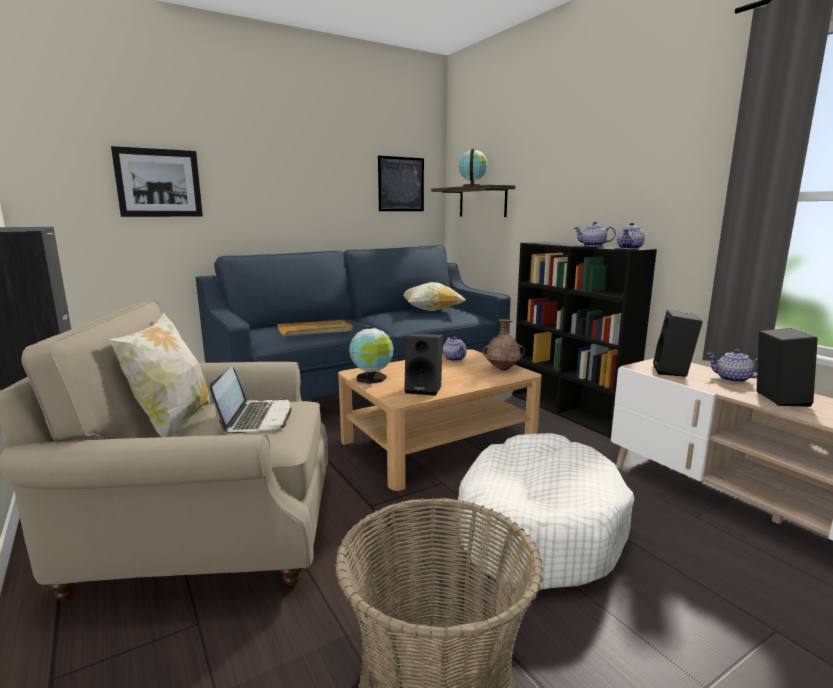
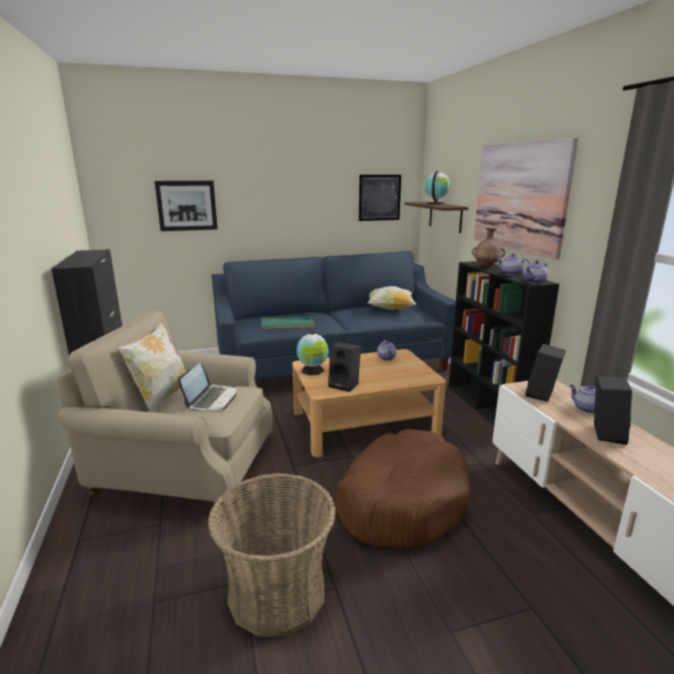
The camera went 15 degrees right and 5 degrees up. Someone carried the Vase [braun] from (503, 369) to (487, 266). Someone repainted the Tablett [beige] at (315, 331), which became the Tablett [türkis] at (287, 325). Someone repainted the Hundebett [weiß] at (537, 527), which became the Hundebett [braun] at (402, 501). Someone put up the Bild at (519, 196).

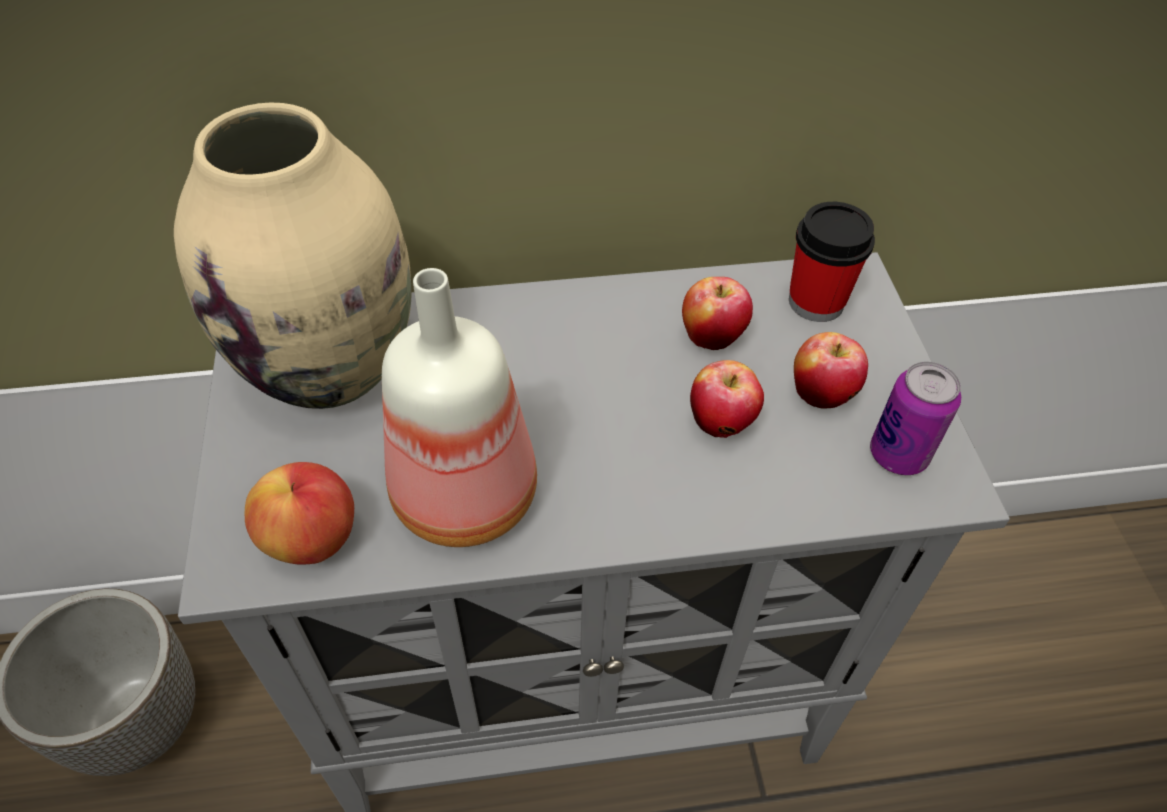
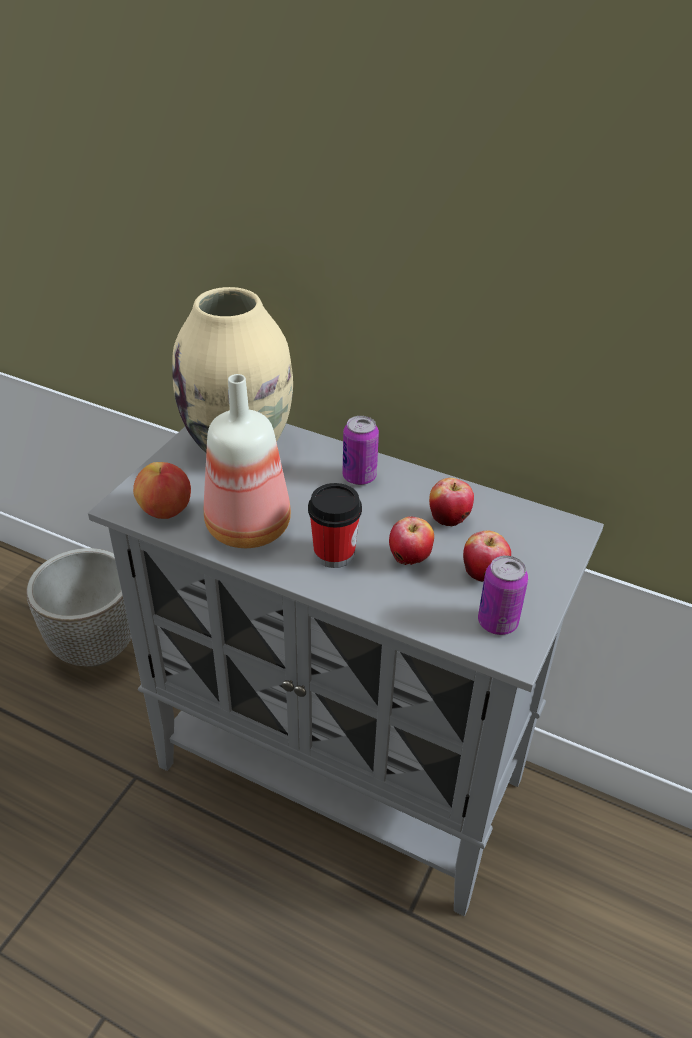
The camera went 35 degrees right and 10 degrees down. Someone carried the Tasse from (816, 302) to (334, 554). Someone put down the Dose at (359, 477).

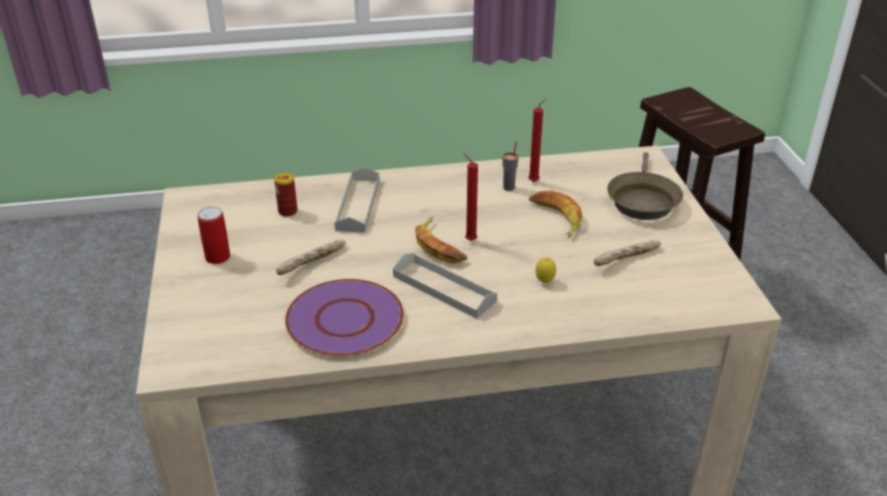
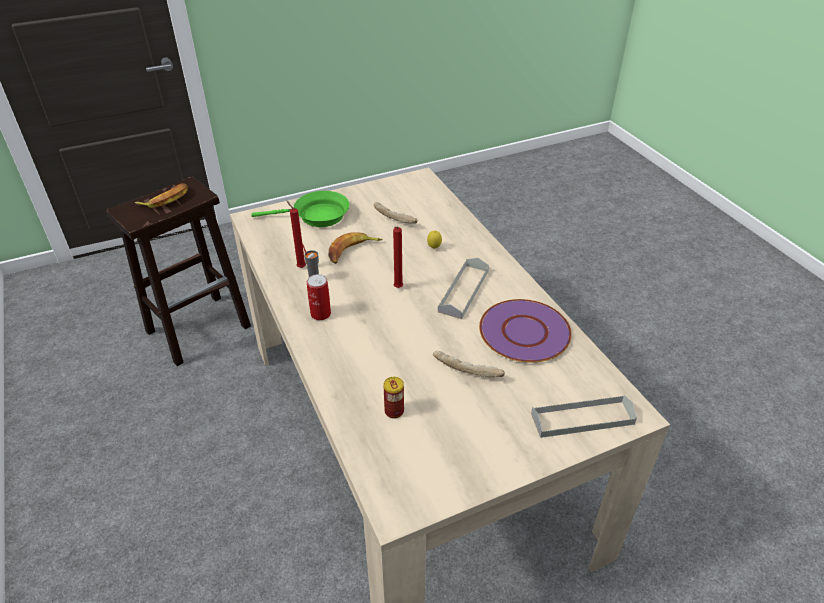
The camera went 105 degrees left and 5 degrees up. Someone repainted the Pfanne [braun] at (642, 200), which became the Pfanne [grün] at (316, 216). Someone carried the Tablett [grau] from (358, 205) to (582, 419). Someone carried the Dose from (217, 257) to (320, 314). Someone carried the Banane from (440, 246) to (165, 199).

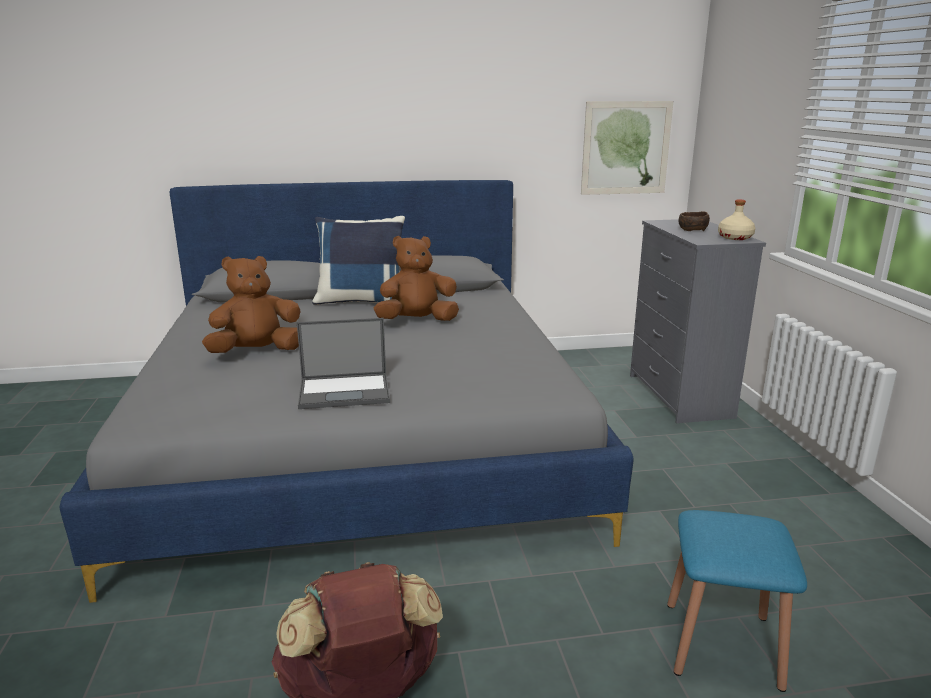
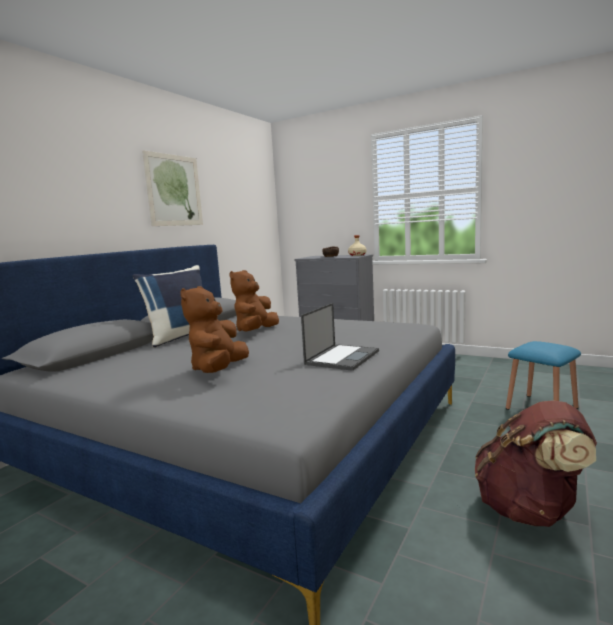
The camera went 50 degrees left and 10 degrees down. Someone carried the Bild from (626, 148) to (174, 190).

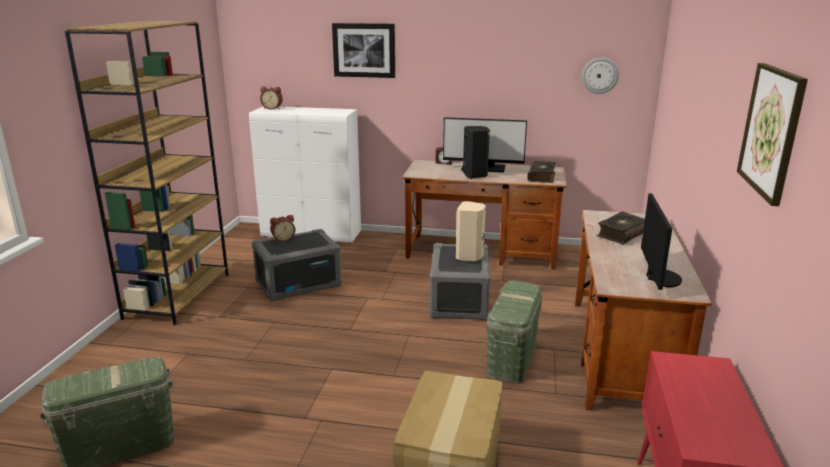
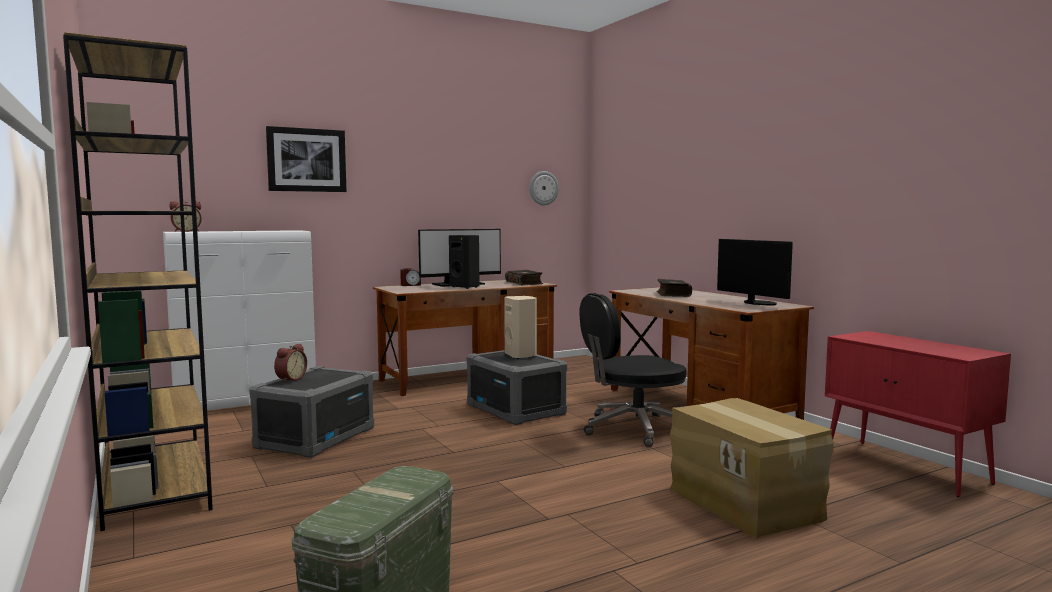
The camera went 40 degrees left and 15 degrees down. Someone took away the Bild at (771, 131). Someone swapped the Aufbewahrungsbox [grün] at (511, 358) for the Bürostuhl [schwarz] at (633, 429).

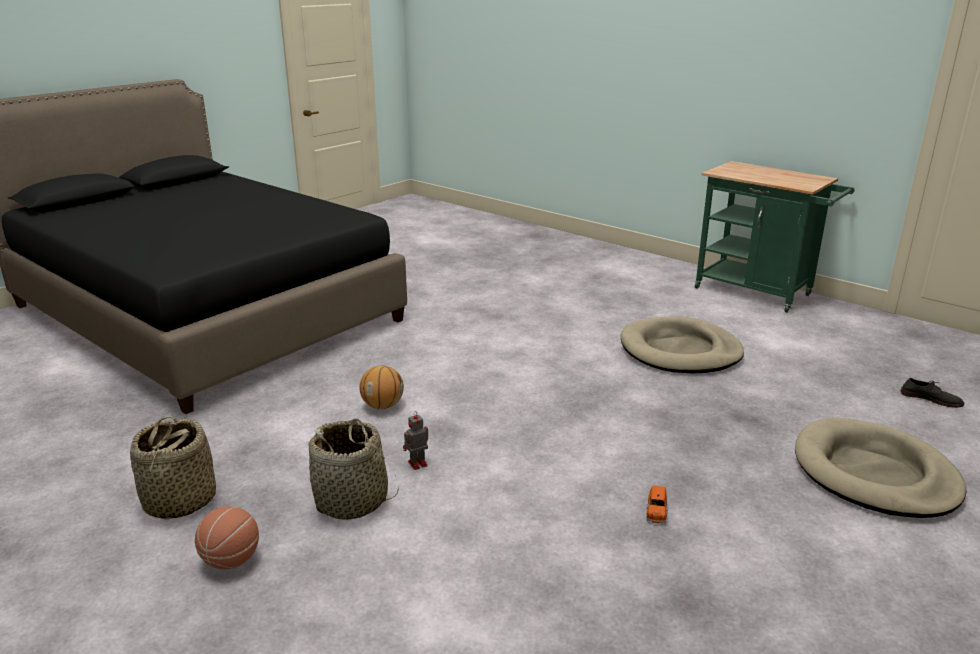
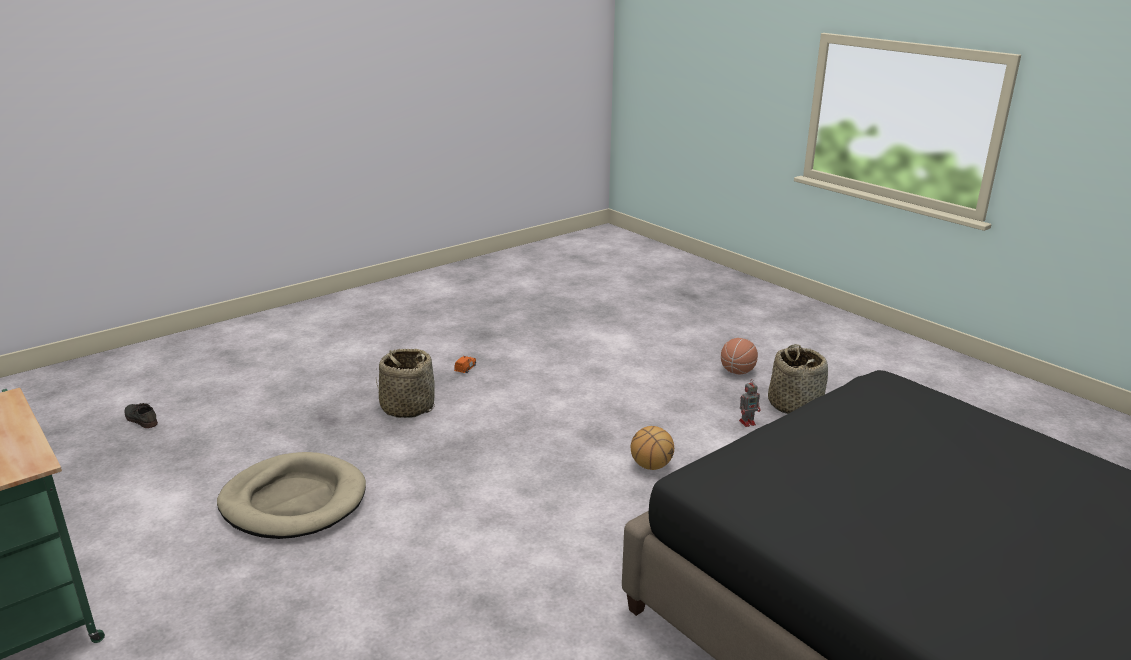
The camera went 170 degrees left and 0 degrees up. Someone carried the Spielzeugroboter from (416, 464) to (748, 422). Someone took away the Hundebett [beige] at (874, 474). Someone carried the Korb from (352, 501) to (407, 407).

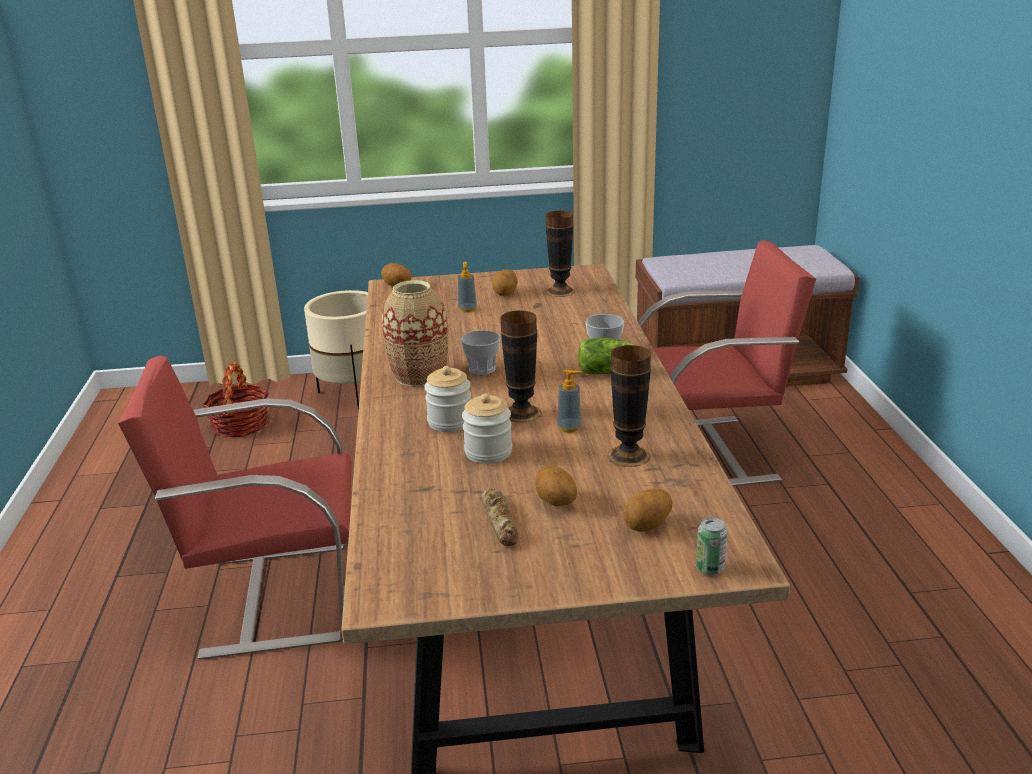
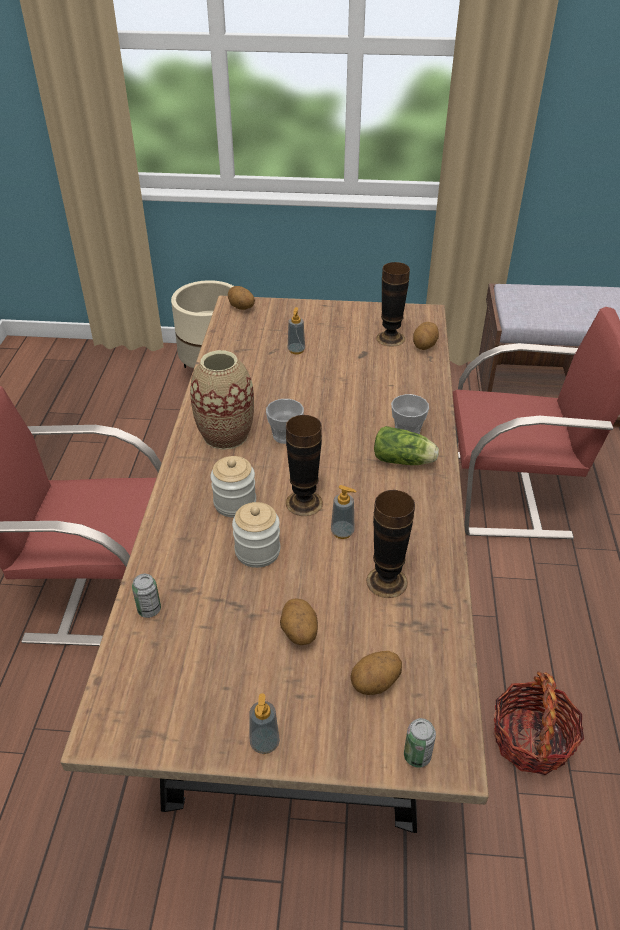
The camera went 10 degrees right and 15 degrees up. Someone carried the Kartoffel from (505, 294) to (425, 346). Someone carried the Korb from (240, 425) to (531, 740). Someone took away the Brot at (500, 522). Someone put down the Dose at (149, 610). Someone put down the Seifenspender at (264, 743).

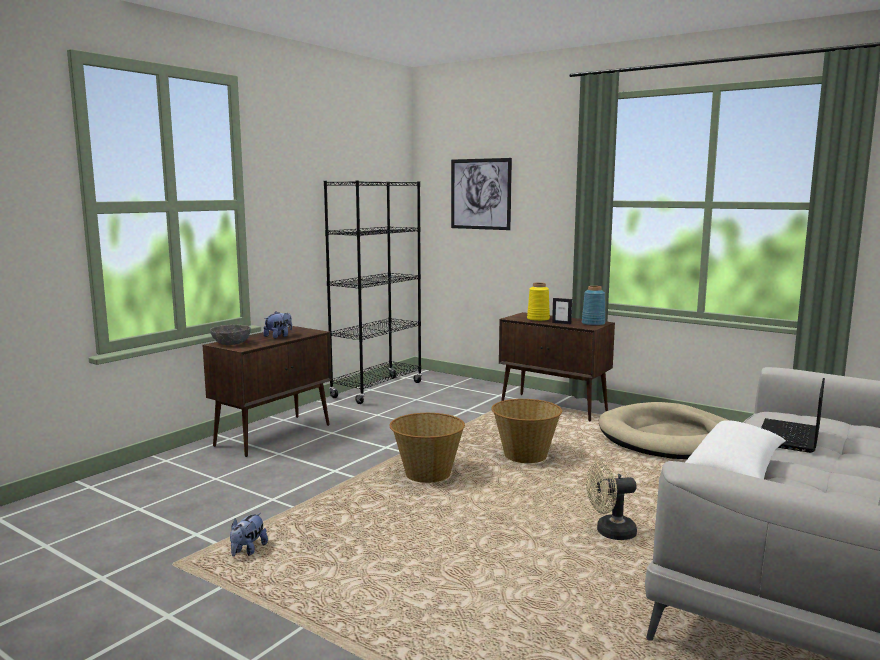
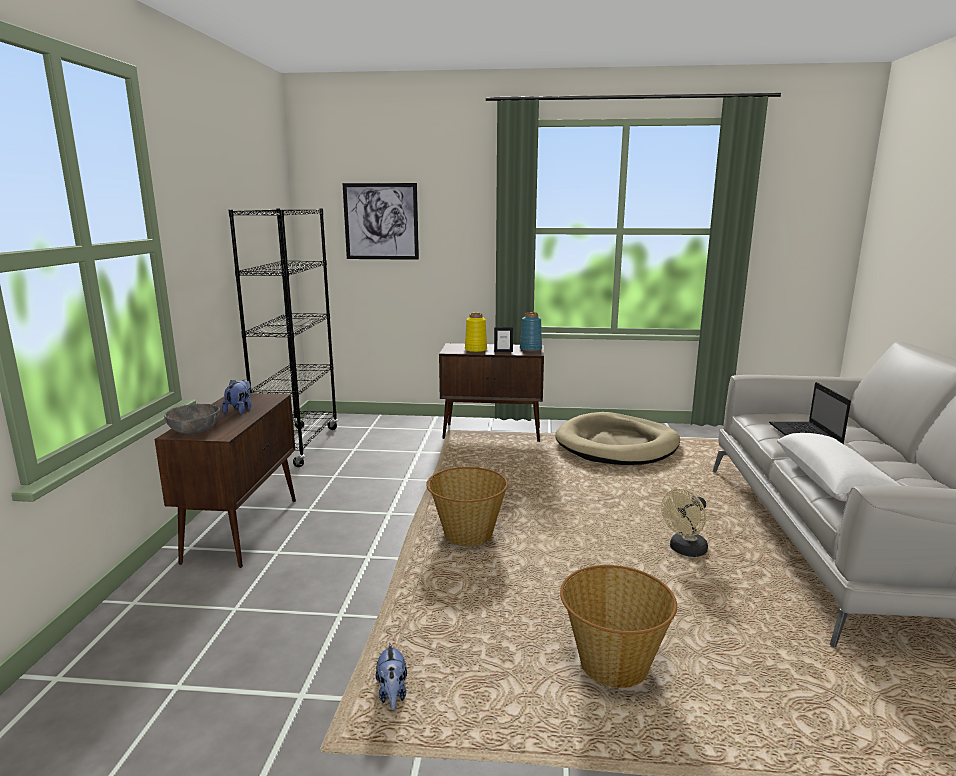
The camera went 30 degrees left and 5 degrees up. Someone carried the Korb from (525, 456) to (612, 664).

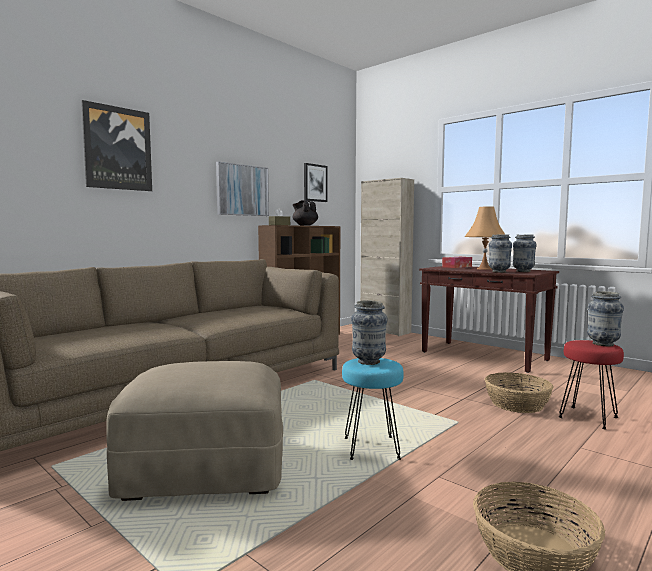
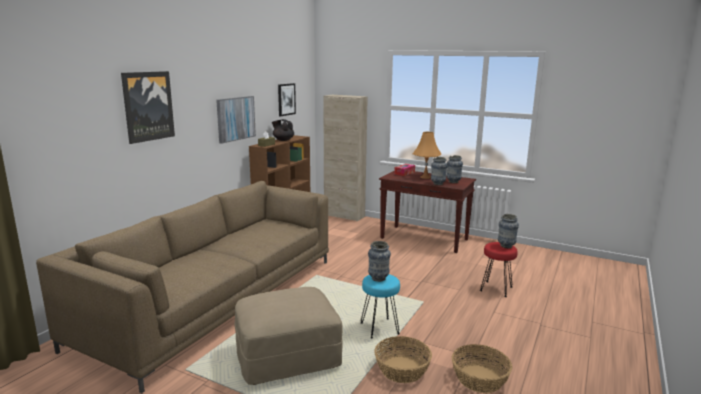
The camera went 15 degrees left and 10 degrees up. Someone carried the Korb from (516, 404) to (401, 369).

